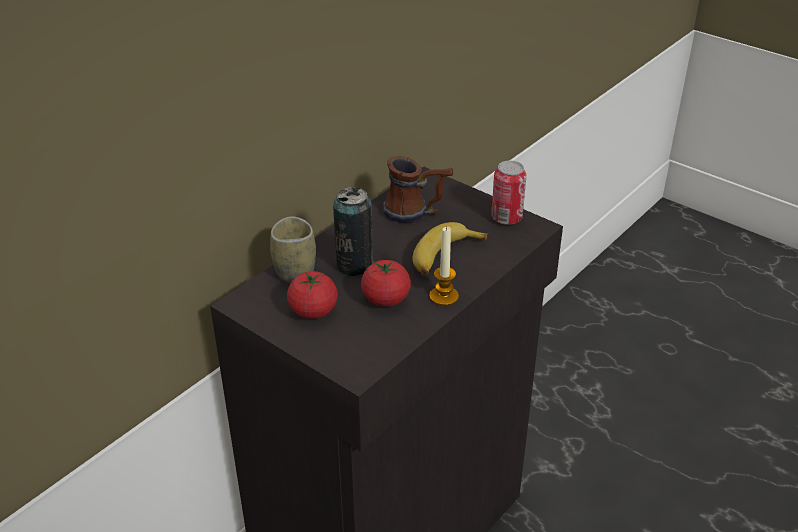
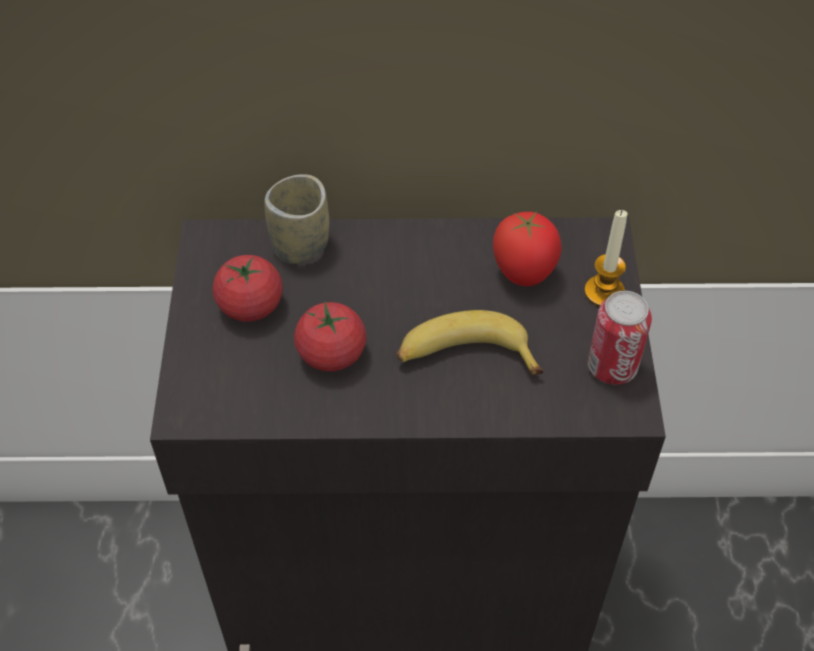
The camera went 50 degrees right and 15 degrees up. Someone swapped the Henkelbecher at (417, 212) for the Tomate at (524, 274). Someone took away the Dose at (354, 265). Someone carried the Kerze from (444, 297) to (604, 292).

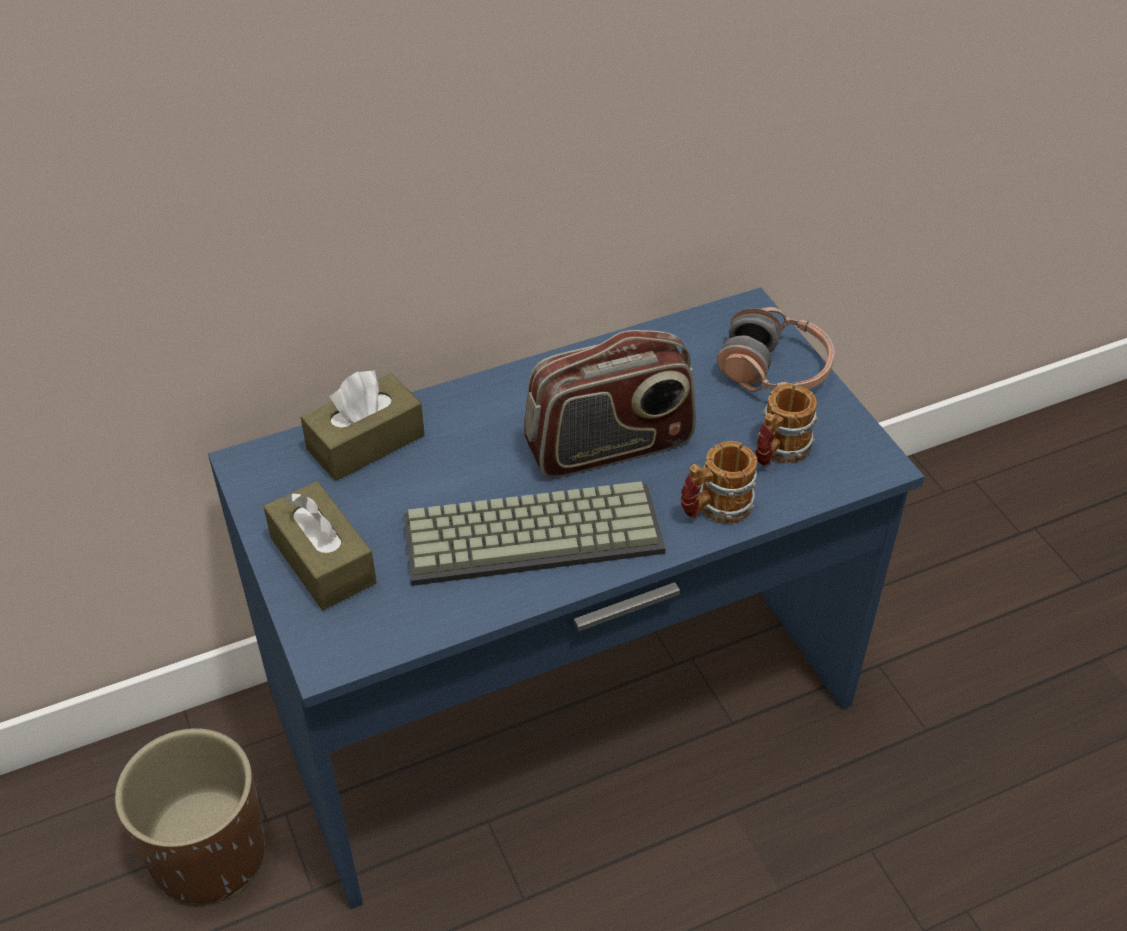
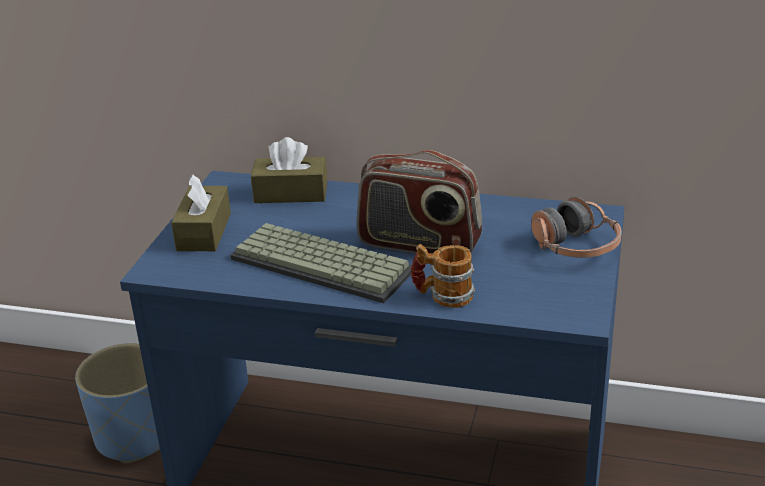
The camera went 40 degrees right and 15 degrees down. Someone took away the Henkelbecher at (778, 452). Someone repainted the Pflanzkübel [braun] at (210, 852), which became the Pflanzkübel [blau] at (135, 437).

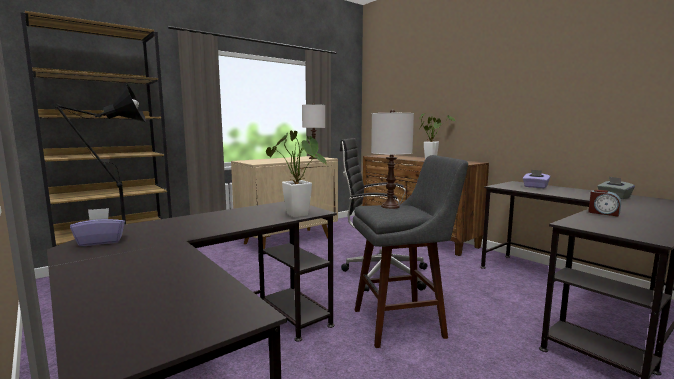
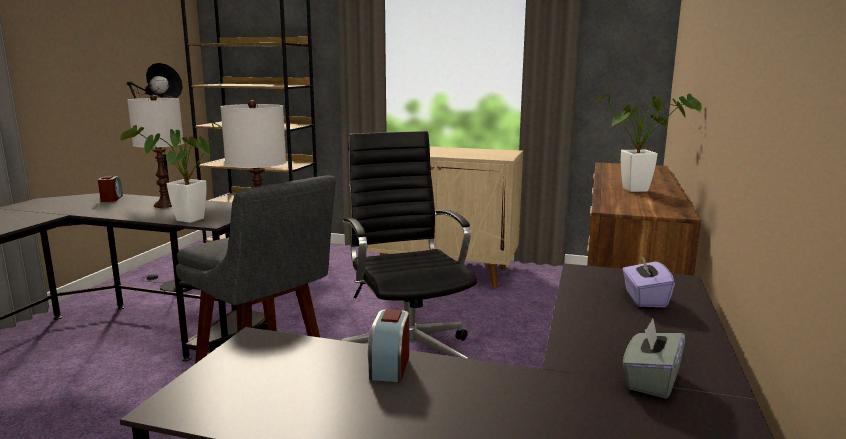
The camera went 55 degrees right and 5 degrees up. Someone carried the Tischlampe [weiß] from (314, 158) to (165, 205). Someone took away the Taschentuchbox [lila] at (101, 241). Someone put down the Wecker at (111, 199).

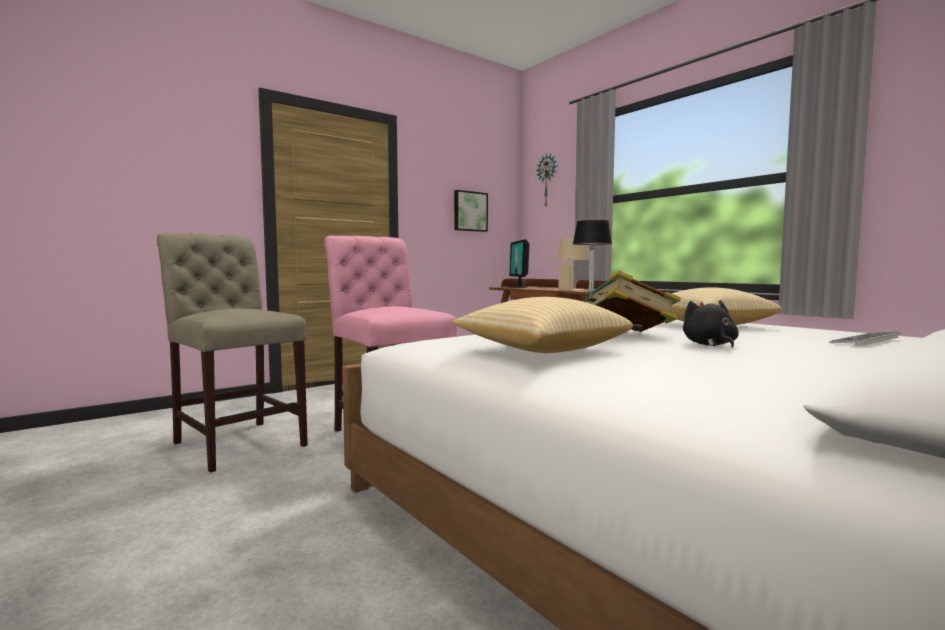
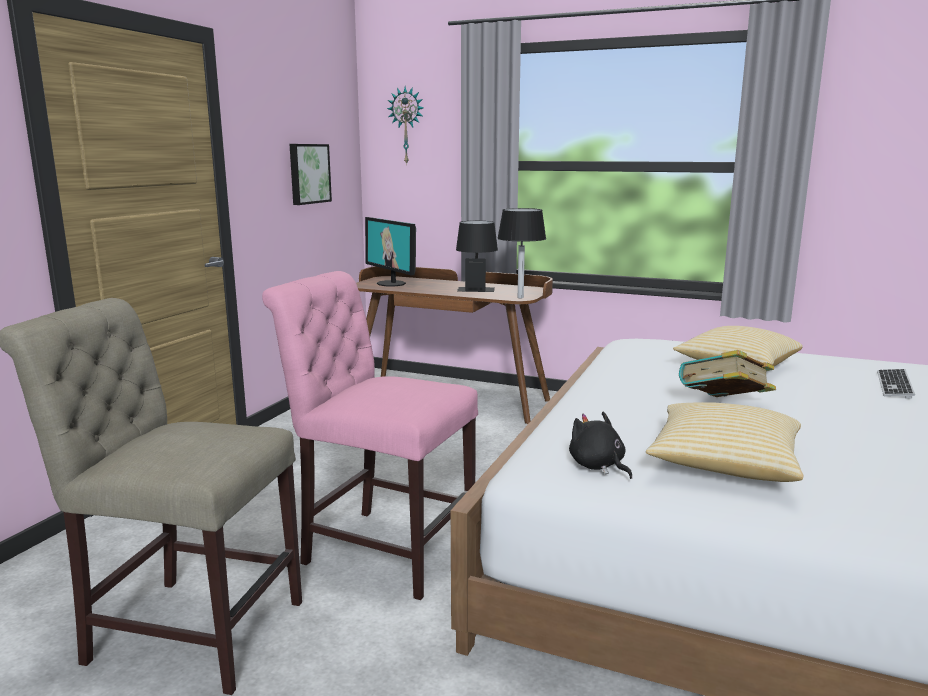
The camera went 30 degrees left and 10 degrees up. Someone repainted the Tischlampe [beige] at (571, 289), which became the Tischlampe [schwarz] at (476, 288). Someone carried the Plüschtier [schwarz] from (710, 345) to (598, 466).

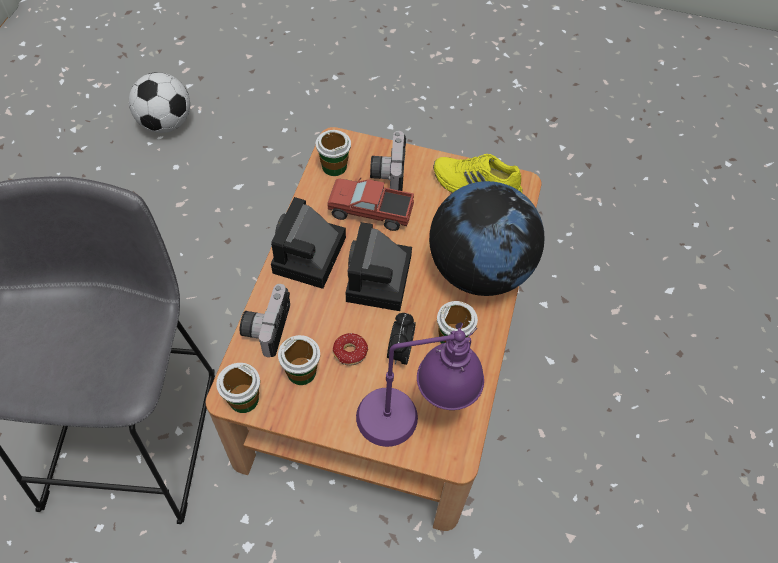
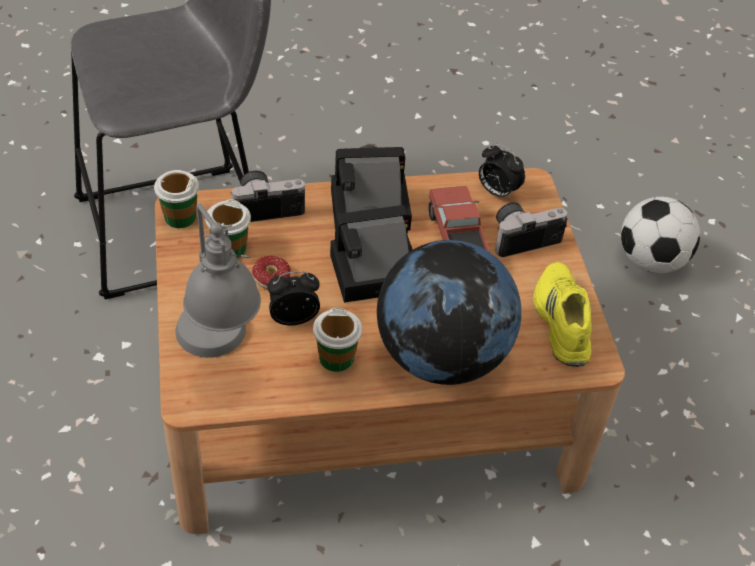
The camera went 65 degrees right and 10 degrees down. Someone carried the Fußball from (166, 123) to (651, 261). Someone swapped the Tasse at (334, 166) for the Wecker at (496, 192). Someone repainted the Tischlampe [lila] at (414, 417), which became the Tischlampe [grau] at (220, 353).

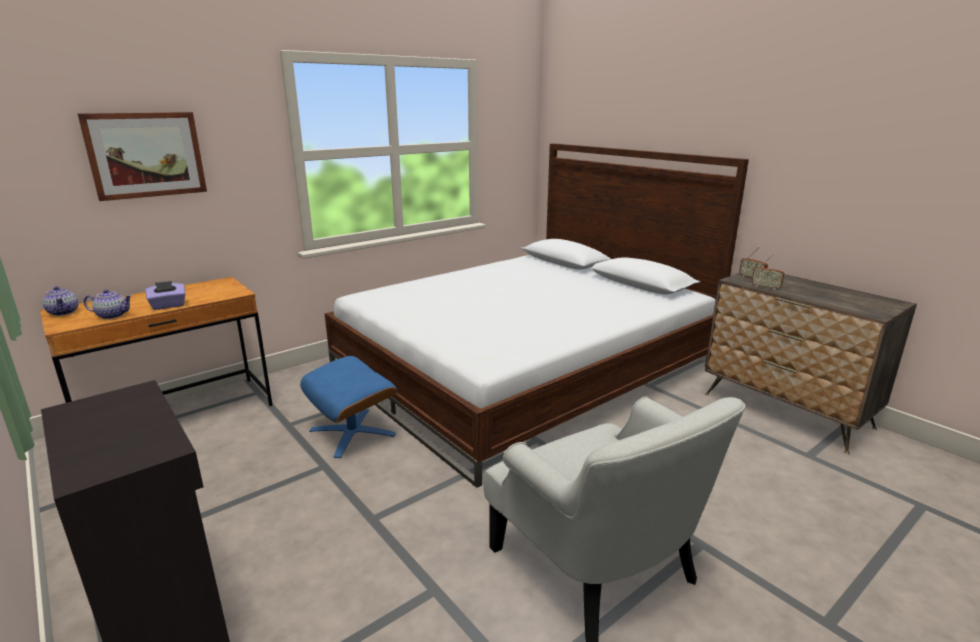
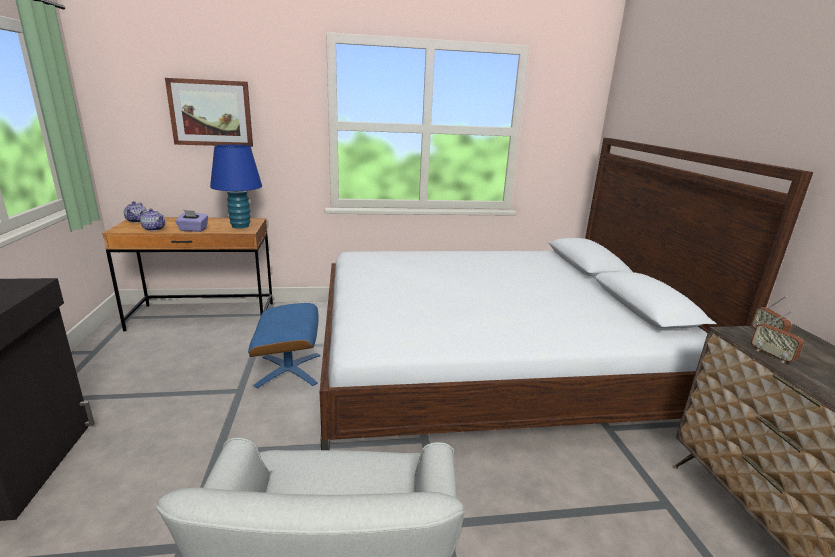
The camera went 30 degrees right and 0 degrees up. Someone put down the Tischlampe [blau] at (240, 226).

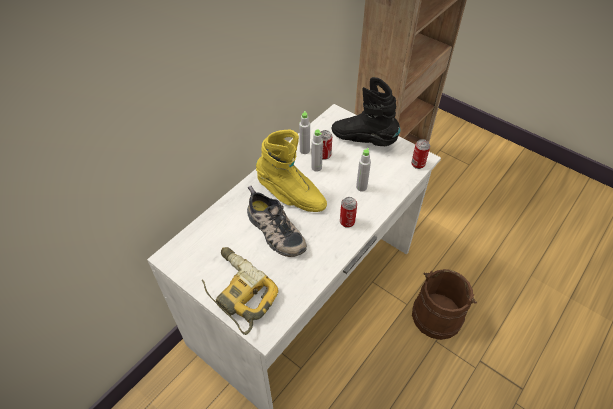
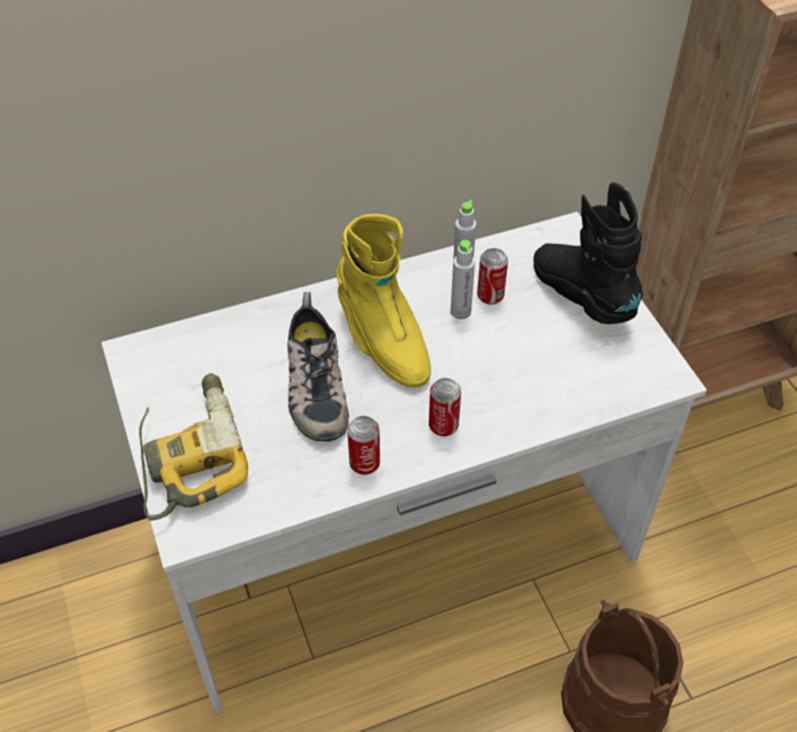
The camera went 30 degrees right and 0 degrees up. Someone carried the Dose from (418, 164) to (364, 463). Someone took away the Flasche [grau] at (361, 187).

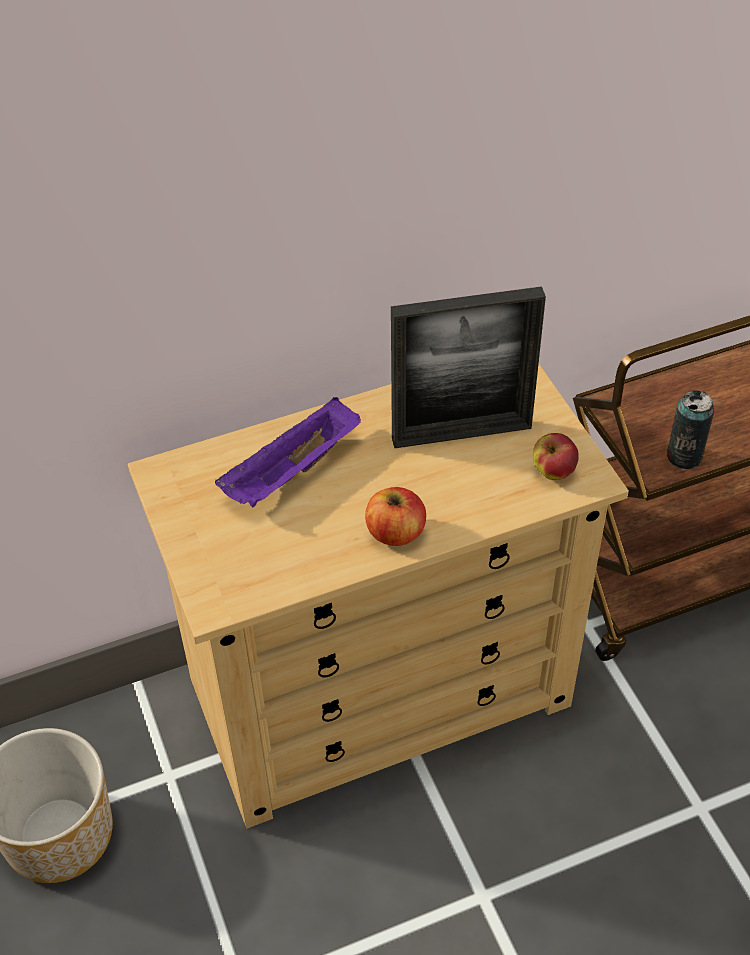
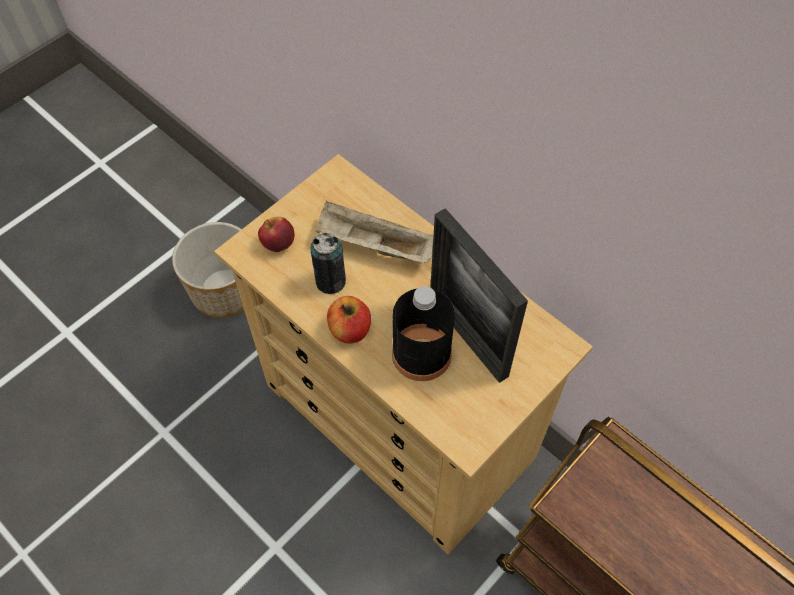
The camera went 65 degrees right and 10 degrees up. Someone carried the Dose from (684, 456) to (330, 281). Someone repainted the Tablett [lila] at (292, 473), which became the Tablett [beige] at (374, 246). Someone carried the Apfel from (553, 471) to (278, 244). Someone put down the Flasche [schwarz] at (421, 354).

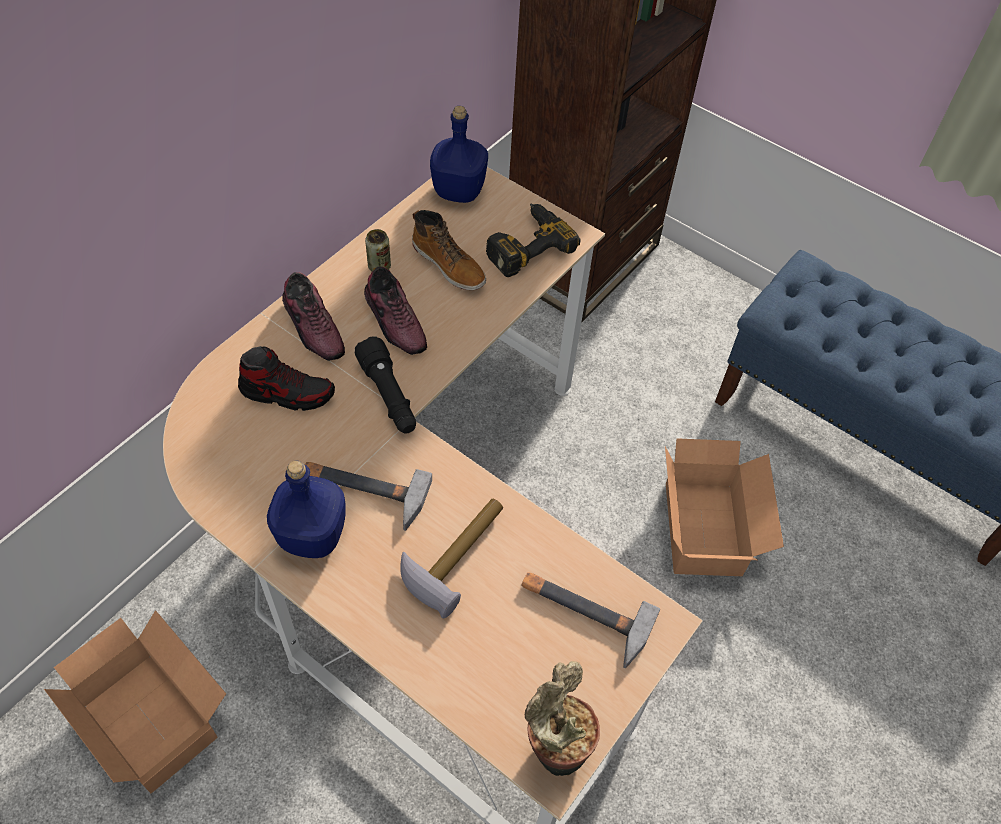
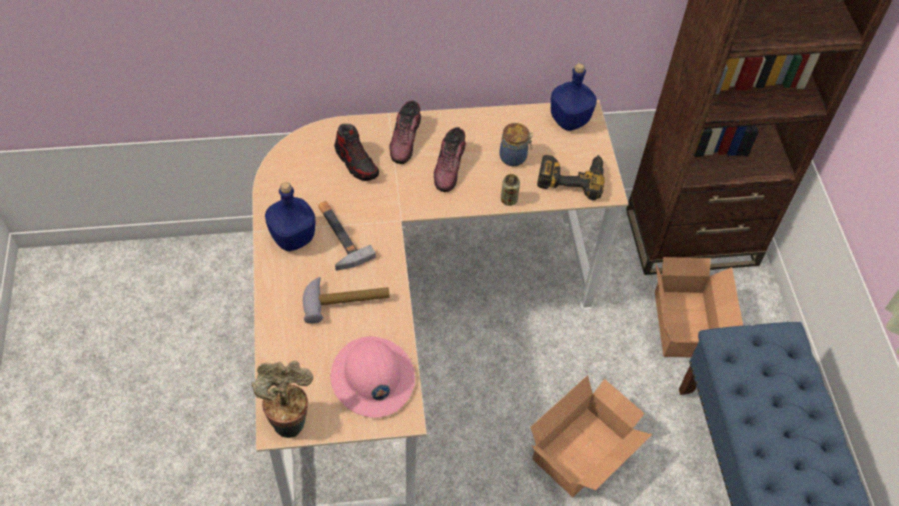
The camera went 45 degrees right and 0 degrees up. Someone swapped the Stiefel at (449, 265) for the Vorratsglas at (514, 157). Someone carried the Dose from (379, 267) to (508, 200). Someone took away the Taschenlampe [schwarz] at (389, 396). Someone swapped the Hammer at (583, 613) for the Schutzhelm [rosa] at (372, 378). Someone carried the Karton from (153, 716) to (686, 322).

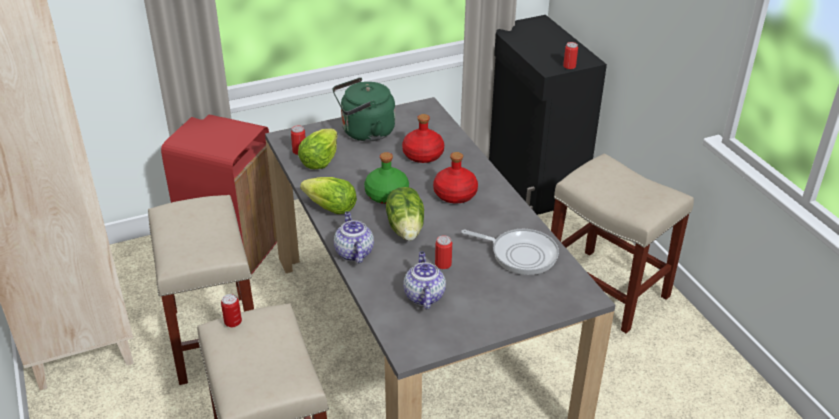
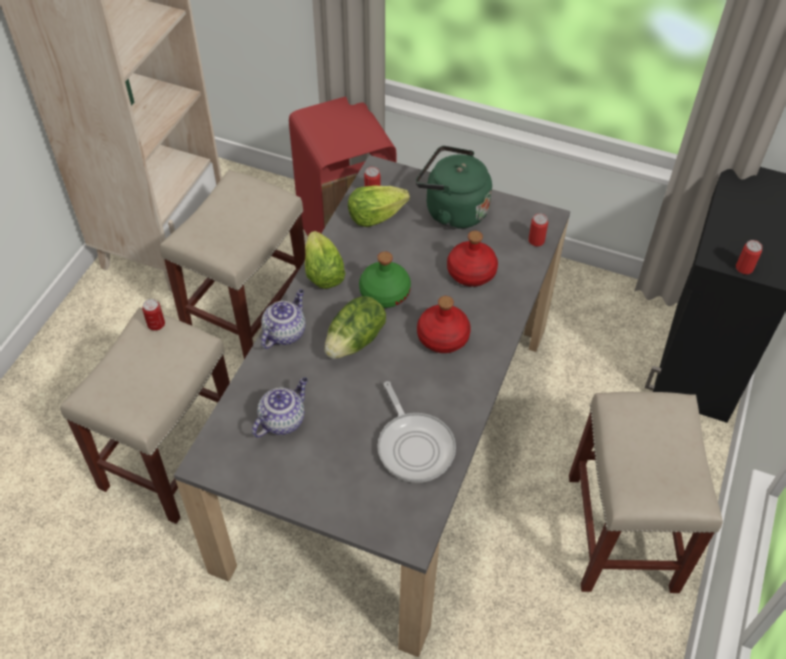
The camera went 45 degrees right and 15 degrees up. Someone carried the Dose from (443, 264) to (536, 240).

